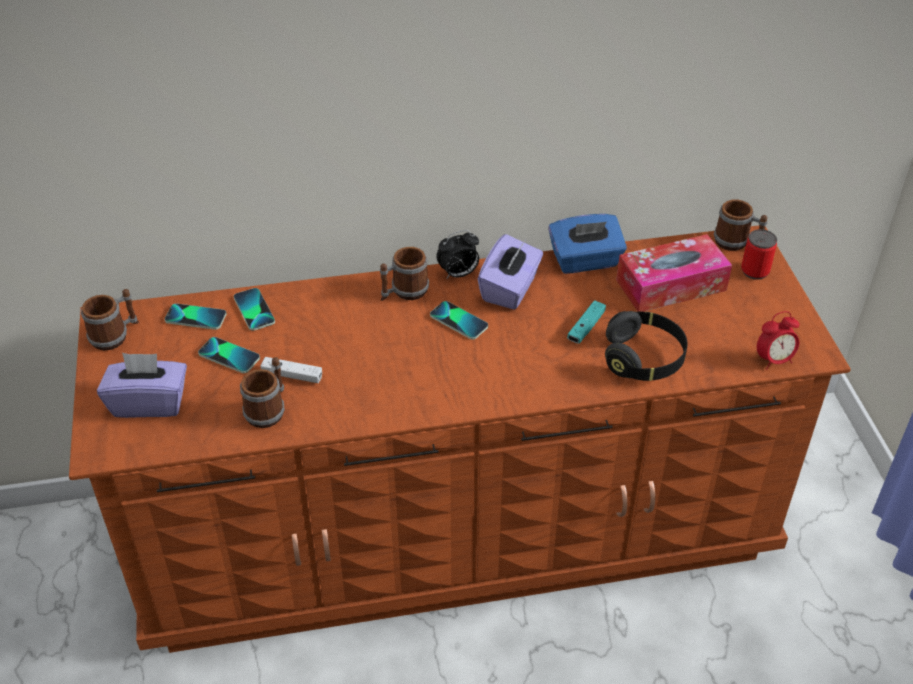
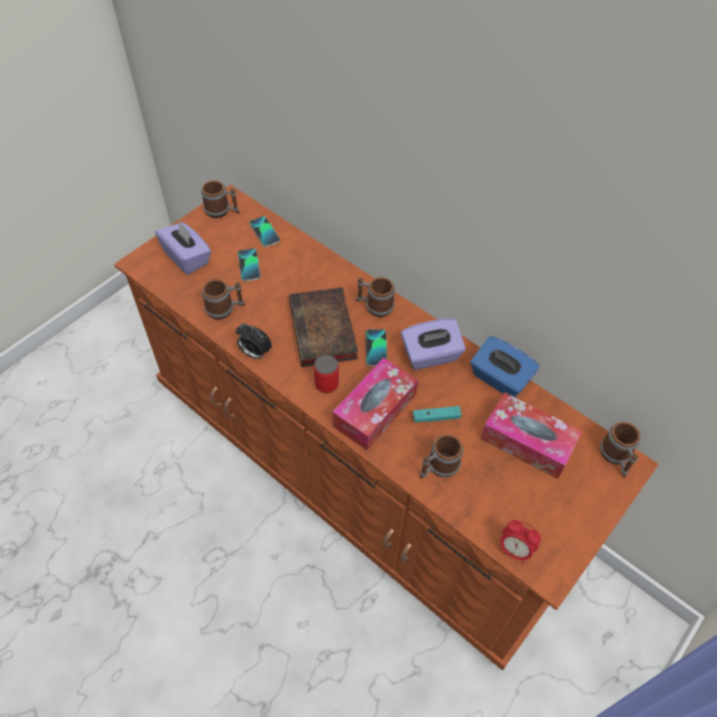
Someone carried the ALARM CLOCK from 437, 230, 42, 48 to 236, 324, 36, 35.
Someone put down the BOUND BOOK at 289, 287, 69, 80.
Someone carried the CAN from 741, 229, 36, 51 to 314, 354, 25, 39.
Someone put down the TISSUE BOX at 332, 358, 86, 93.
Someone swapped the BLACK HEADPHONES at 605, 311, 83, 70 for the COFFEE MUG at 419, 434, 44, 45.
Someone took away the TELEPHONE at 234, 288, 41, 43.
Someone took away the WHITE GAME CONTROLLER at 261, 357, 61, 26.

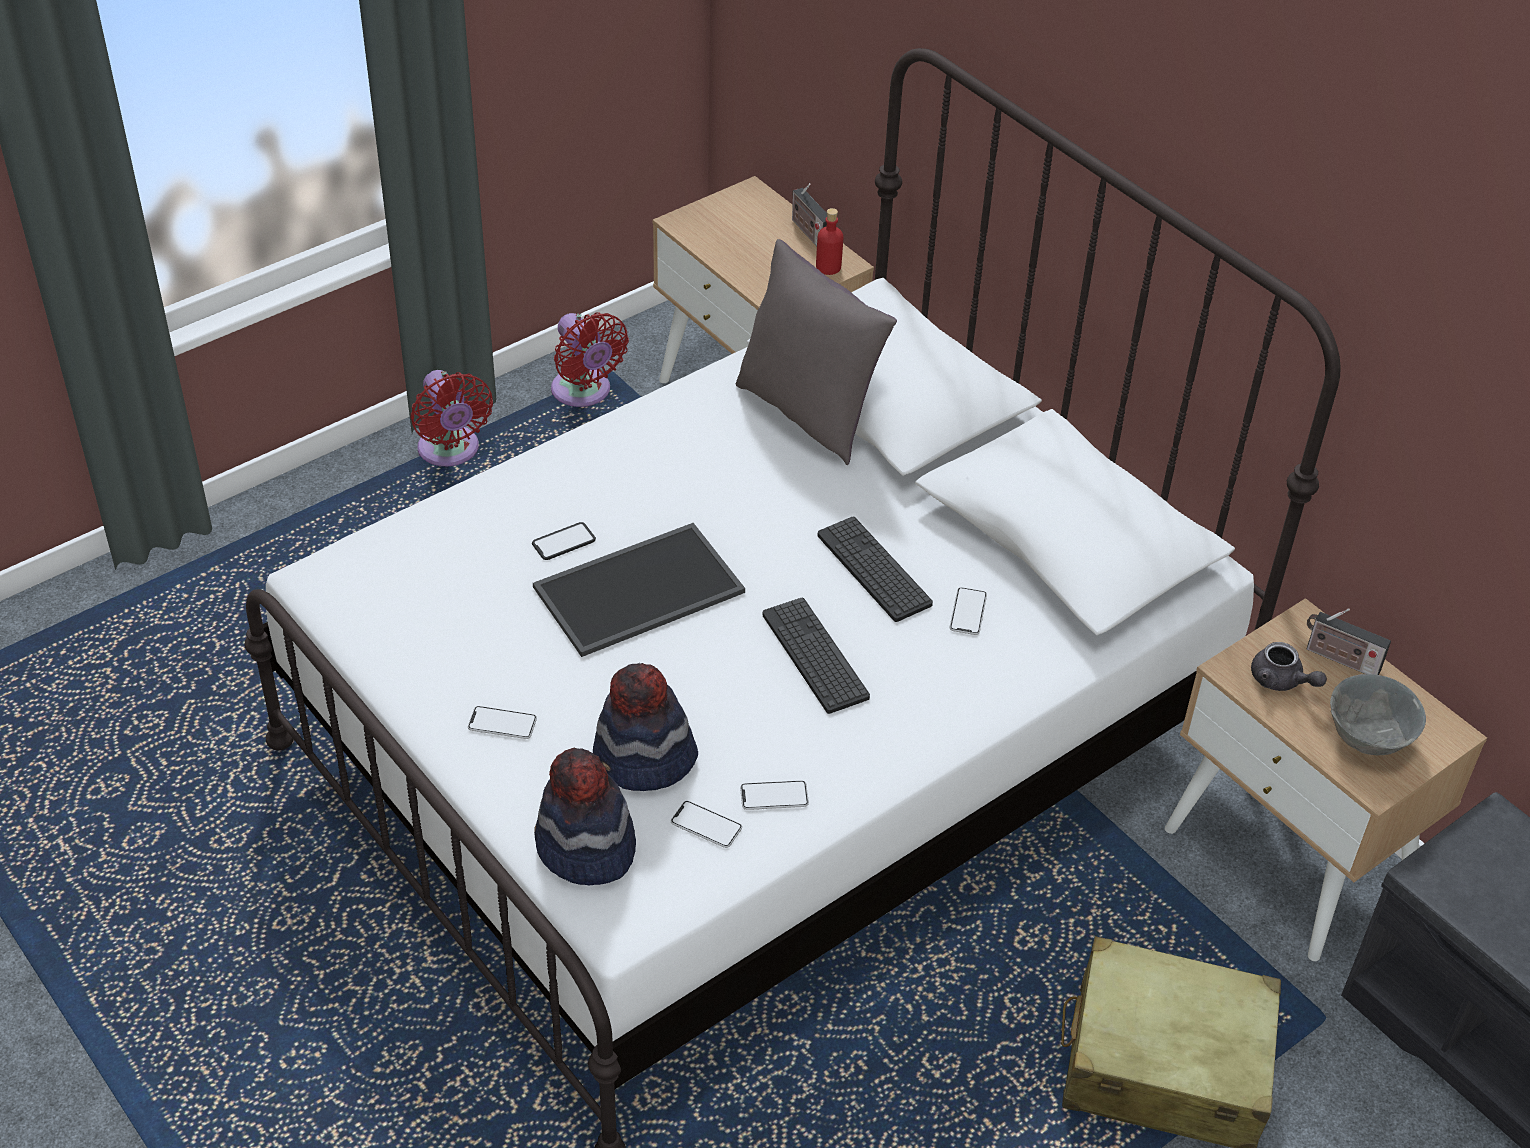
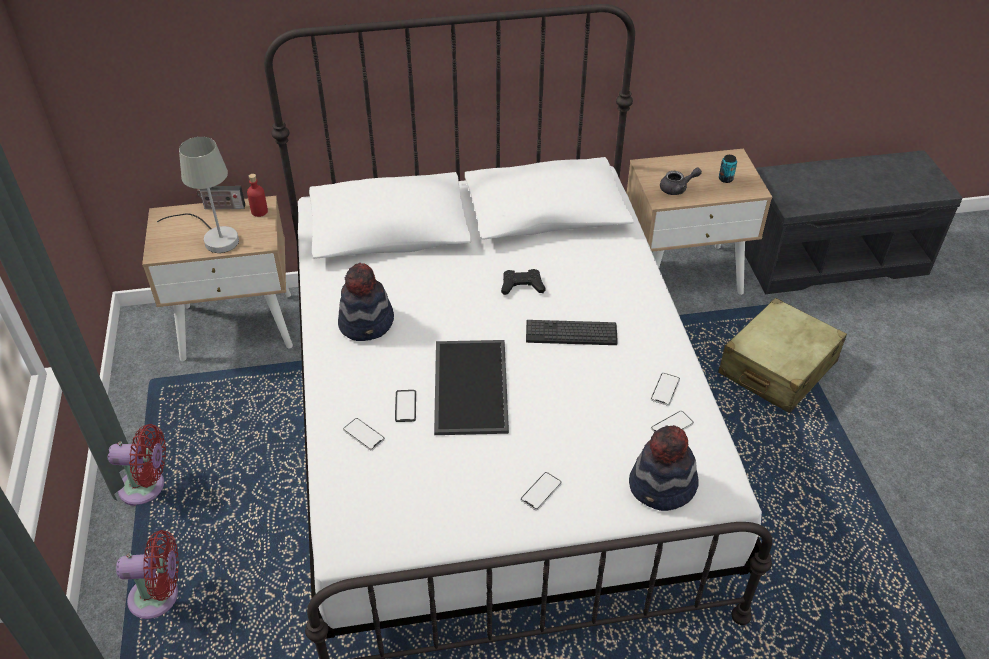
Someone carried the REDDISH ELECTRIC FAN from 551, 312, 78, 95 to 116, 530, 63, 89.
Someone put down the GRAY LAMP FOR A TABLE at 157, 137, 82, 116.
Someone carried the HAT from 593, 663, 105, 128 to 338, 263, 56, 78.
Someone carried the TELEPHONE from 950, 587, 37, 48 to 343, 418, 42, 32.
Someone swapped the COMPUTER KEYBOARD at 817, 517, 116, 105 for the BLACK GAME CONTROLLER at 501, 269, 44, 26.
Someone swapped the GRAY SERVING BOWL at 1330, 674, 96, 81 for the CAN at 719, 155, 18, 28.
Someone took away the GRAY CUSHION at 736, 239, 161, 226.
Someone took away the RADIO SET at 1307, 608, 84, 67.

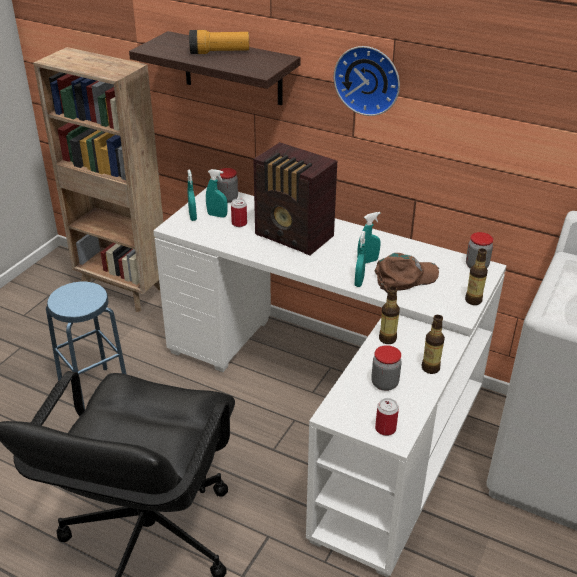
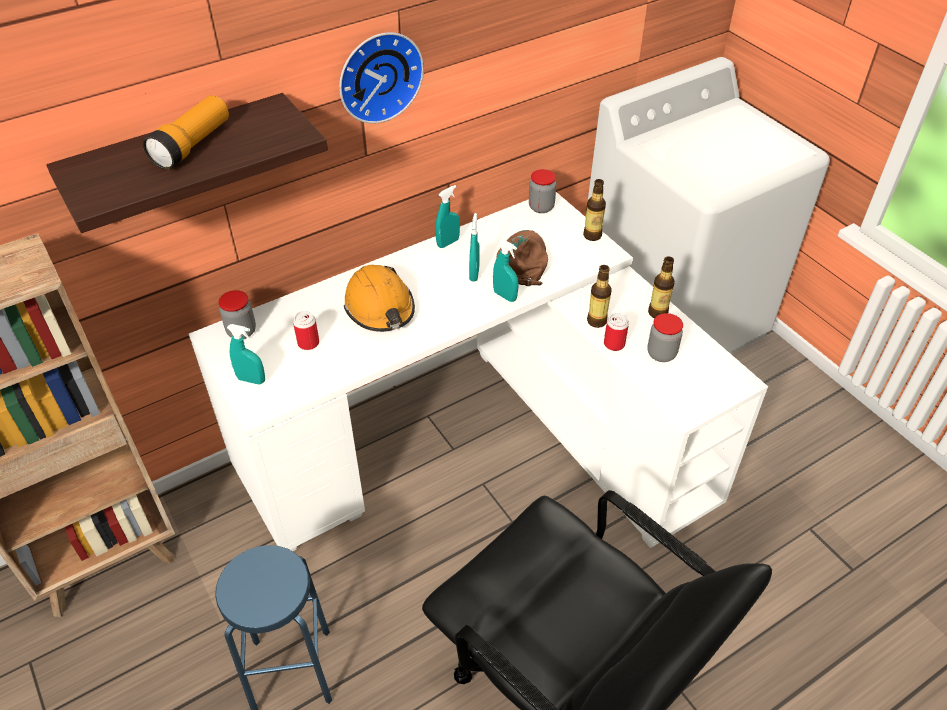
Someone swapped the RADIO SET at 253, 142, 84, 113 for the ORANGEY WORK HELMET at 344, 265, 71, 67.
Someone carried the TURQUOISE HAND SPRAYER from 206, 169, 21, 49 to 435, 185, 25, 63.
Someone carried the CAN from 375, 398, 24, 38 to 604, 313, 25, 38.

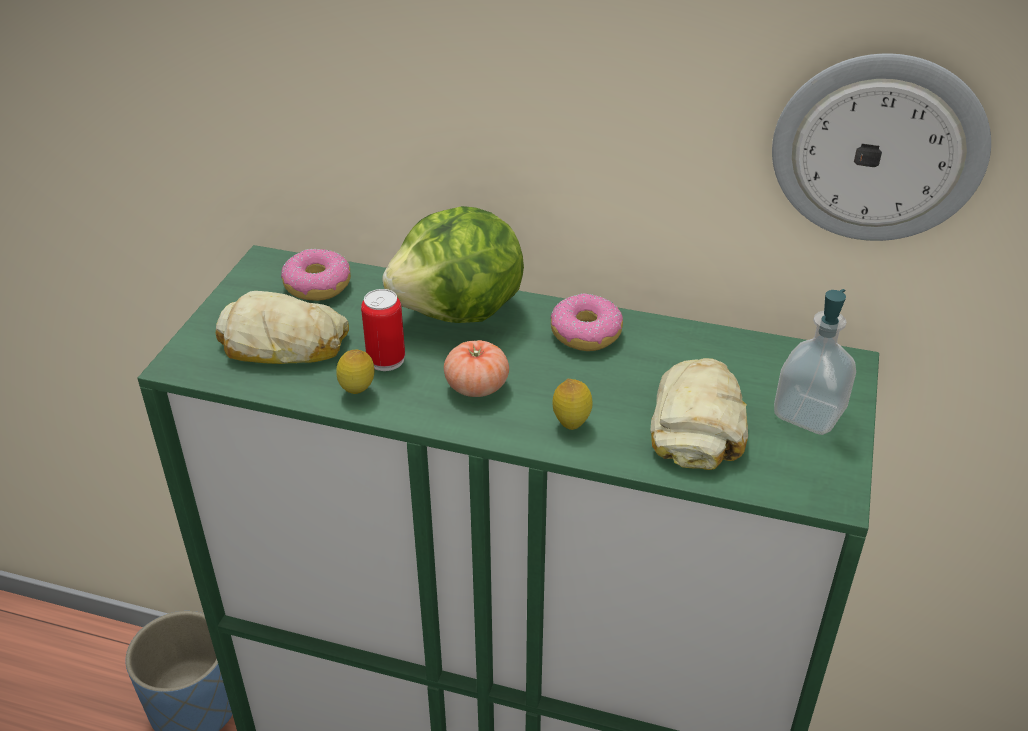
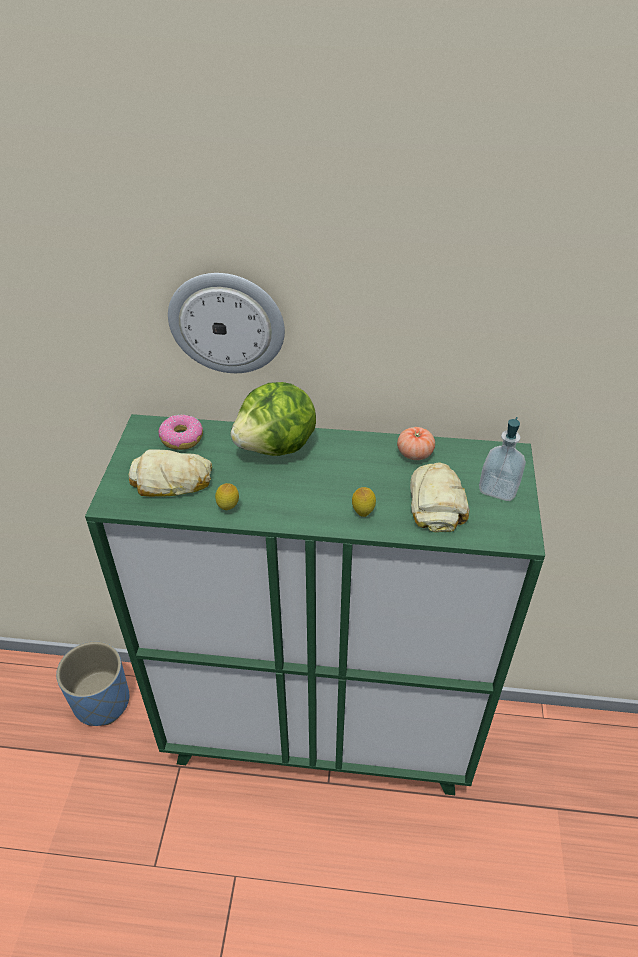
Someone carried the HANGING CLOCK from 772, 53, 219, 188 to 168, 273, 117, 100.
Someone carried the WHOLE TOMATO from 444, 340, 65, 57 to 397, 427, 38, 33.
Someone took away the CAN at 361, 289, 44, 82.
Someone took away the DONUT at 551, 293, 72, 58.

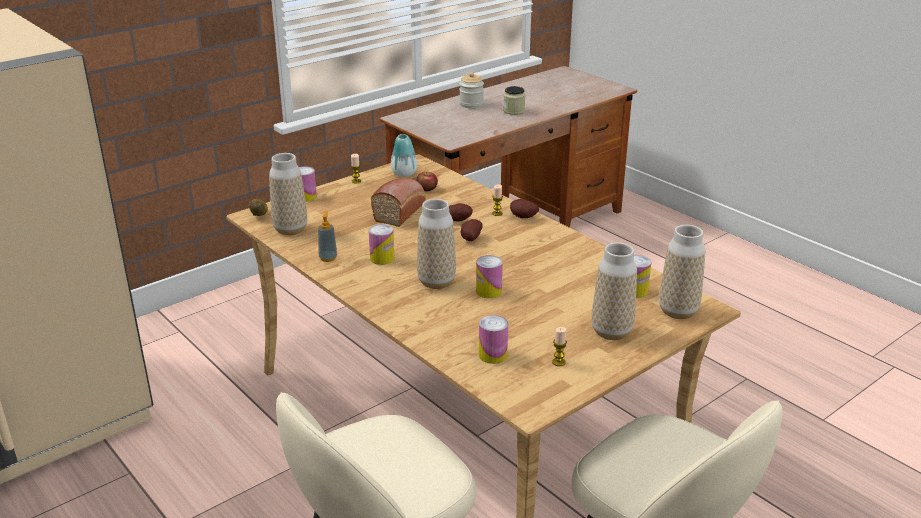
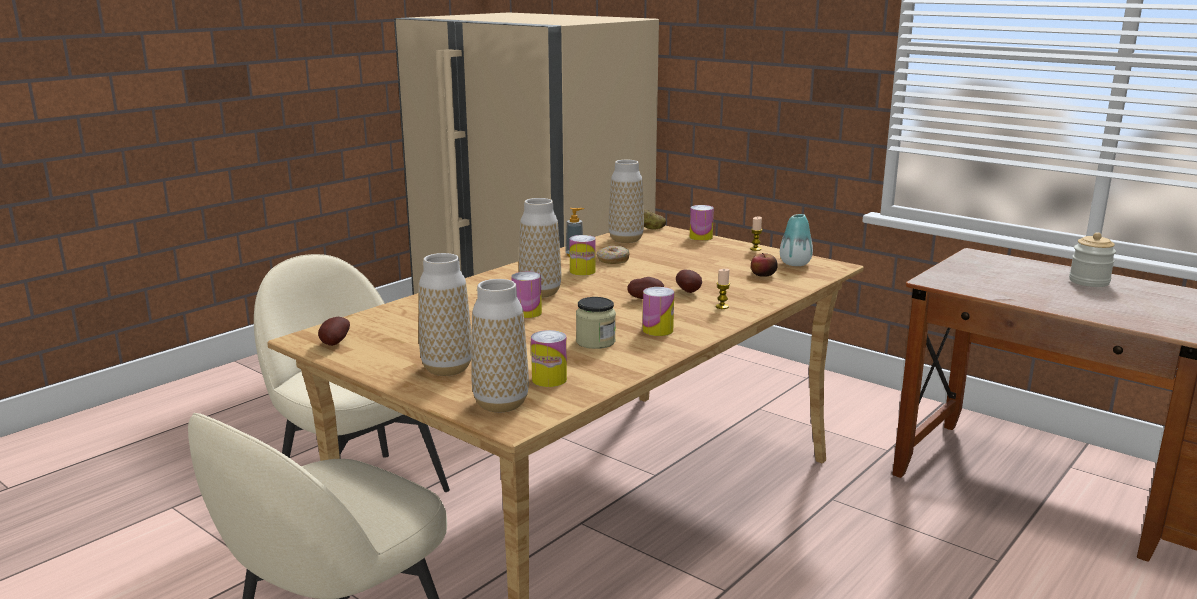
Someone carried the SPUD from 510, 199, 29, 19 to 318, 317, 32, 29.
Someone carried the STORAGE JAR from 503, 86, 22, 29 to 576, 297, 40, 52.
Someone put down the DONUT at 597, 246, 33, 18.
Someone carried the CAN from 479, 315, 29, 49 to 643, 287, 31, 49.
Someone took away the BAKED BREAD at 371, 178, 55, 49.
Someone took away the WAX CANDLE at 552, 327, 15, 39.

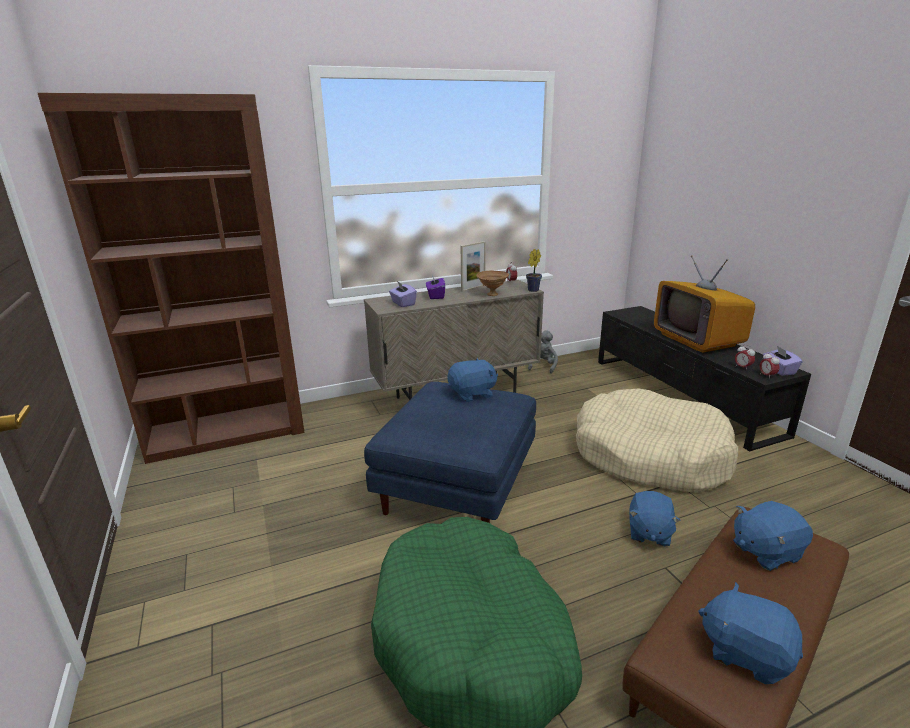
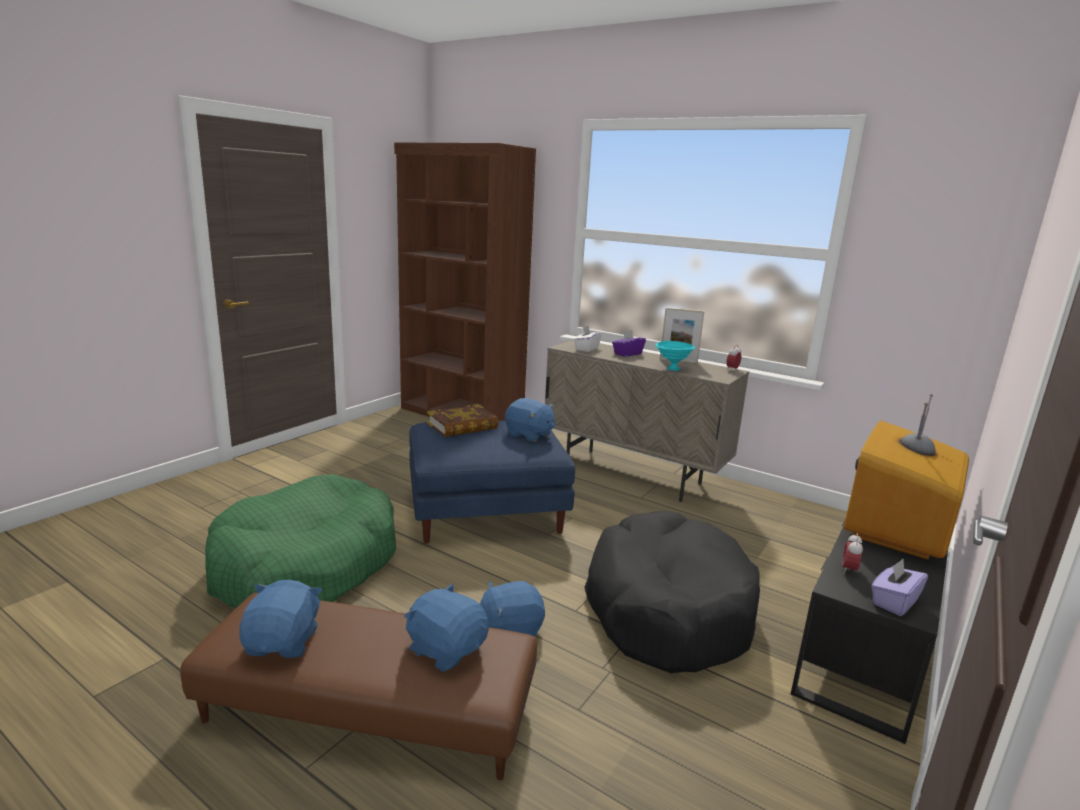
Someone put down the BOUND BOOK at 427, 404, 71, 33.
Someone repainted the PURPLE TISSUE BOX at 389, 281, 28, 26, which became the WHITE TISSUE BOX at 574, 325, 28, 27.
Someone repainted the BEIGE-COLOURED PET BED at 576, 388, 162, 105, which became the BLACK PET BED at 584, 511, 176, 162.
Someone repainted the BROWN SERVING BOWL at 476, 271, 33, 25, which became the TURQUOISE SERVING BOWL at 655, 341, 40, 30.
Someone took away the POTTED PLANT at 526, 249, 16, 43.
Someone took away the GRAY PLUSH TOY at 528, 330, 30, 44.
Someone took away the ALARM CLOCK at 760, 352, 20, 27.

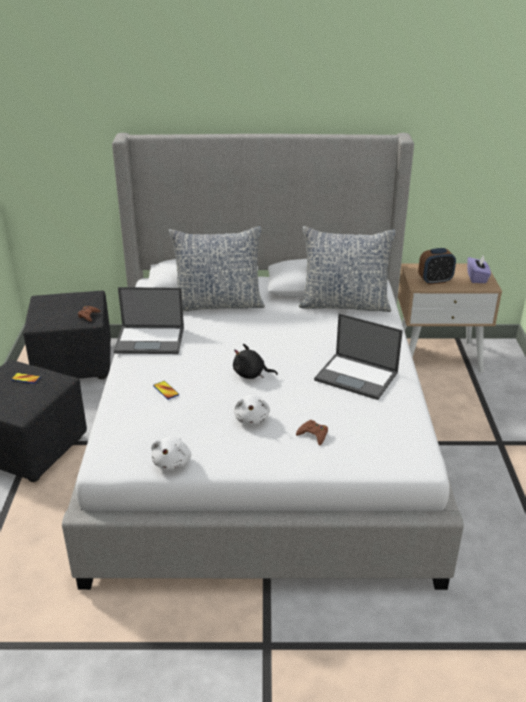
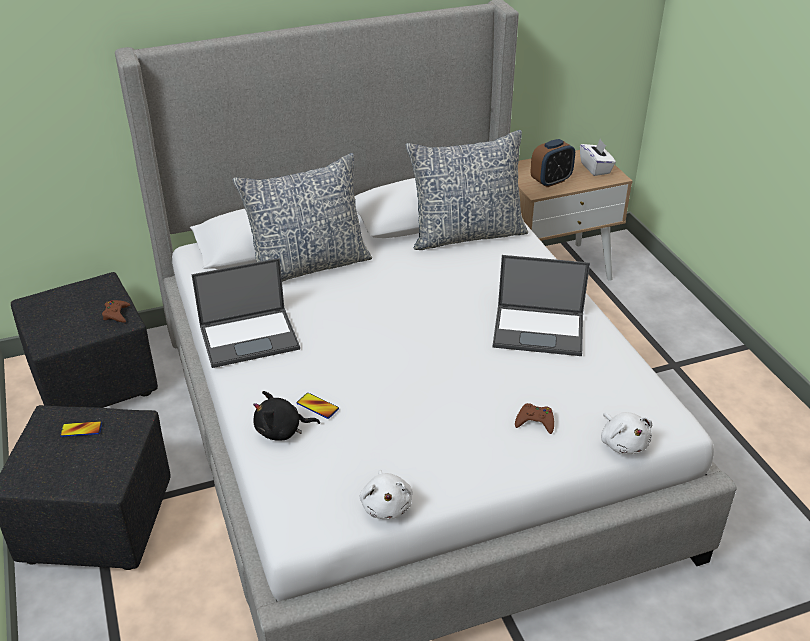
Someone carried the BLACK PLUSH TOY from 233, 344, 45, 35 to 253, 391, 67, 50.
Someone repainted the PURPLE TISSUE BOX at 467, 256, 24, 27, which became the WHITE TISSUE BOX at 580, 139, 36, 37.
Someone carried the WHITE PLUSH TOY from 234, 394, 36, 31 to 601, 412, 51, 42.

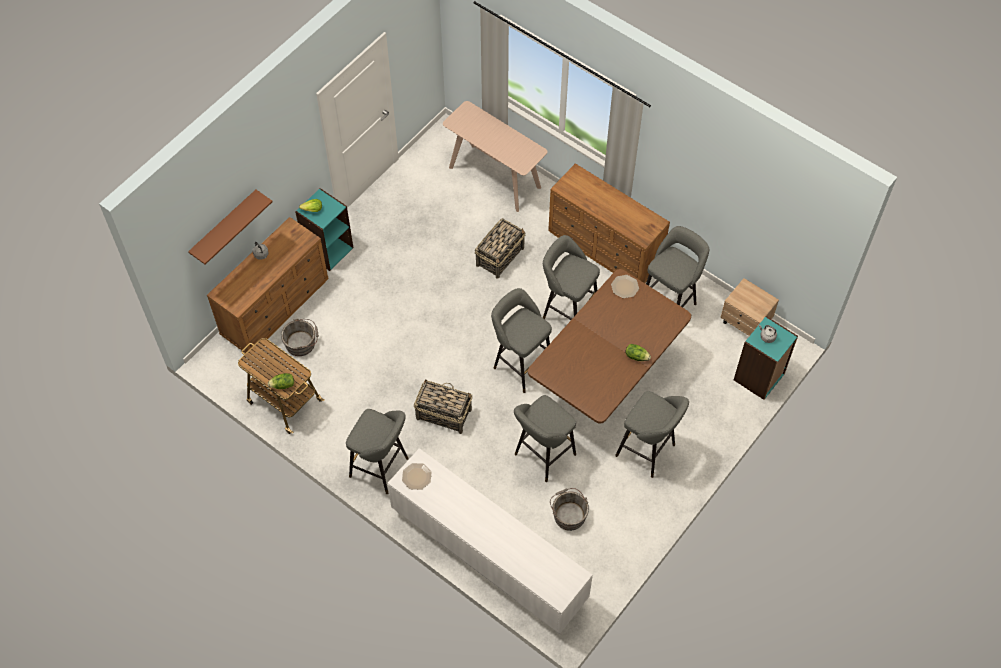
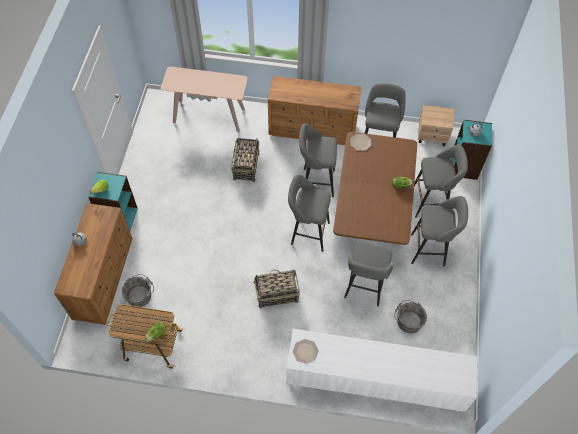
Someone carried the GRAY SITTING STOOL from 346, 409, 63, 85 to 414, 145, 54, 73.
Someone took away the BROWN BRACKET SHELF at 188, 190, 85, 75.

